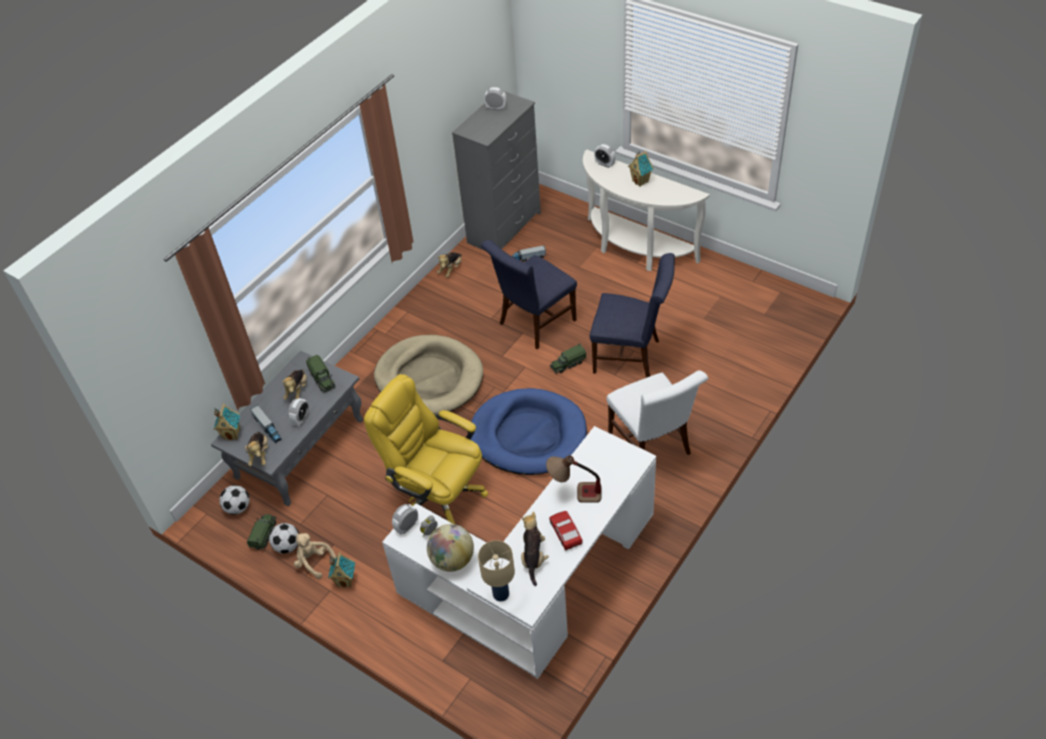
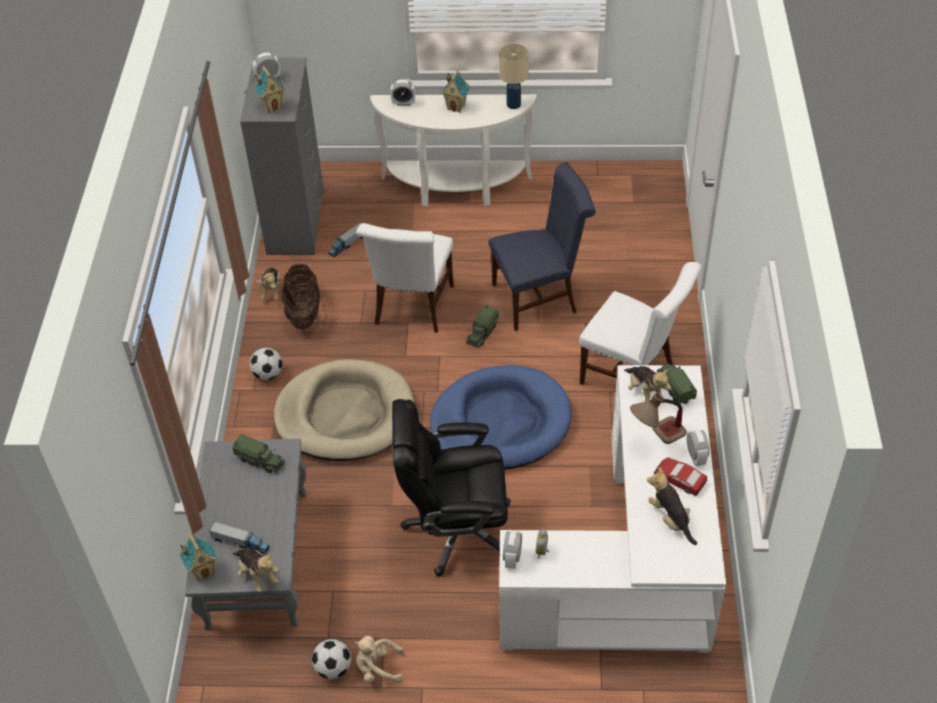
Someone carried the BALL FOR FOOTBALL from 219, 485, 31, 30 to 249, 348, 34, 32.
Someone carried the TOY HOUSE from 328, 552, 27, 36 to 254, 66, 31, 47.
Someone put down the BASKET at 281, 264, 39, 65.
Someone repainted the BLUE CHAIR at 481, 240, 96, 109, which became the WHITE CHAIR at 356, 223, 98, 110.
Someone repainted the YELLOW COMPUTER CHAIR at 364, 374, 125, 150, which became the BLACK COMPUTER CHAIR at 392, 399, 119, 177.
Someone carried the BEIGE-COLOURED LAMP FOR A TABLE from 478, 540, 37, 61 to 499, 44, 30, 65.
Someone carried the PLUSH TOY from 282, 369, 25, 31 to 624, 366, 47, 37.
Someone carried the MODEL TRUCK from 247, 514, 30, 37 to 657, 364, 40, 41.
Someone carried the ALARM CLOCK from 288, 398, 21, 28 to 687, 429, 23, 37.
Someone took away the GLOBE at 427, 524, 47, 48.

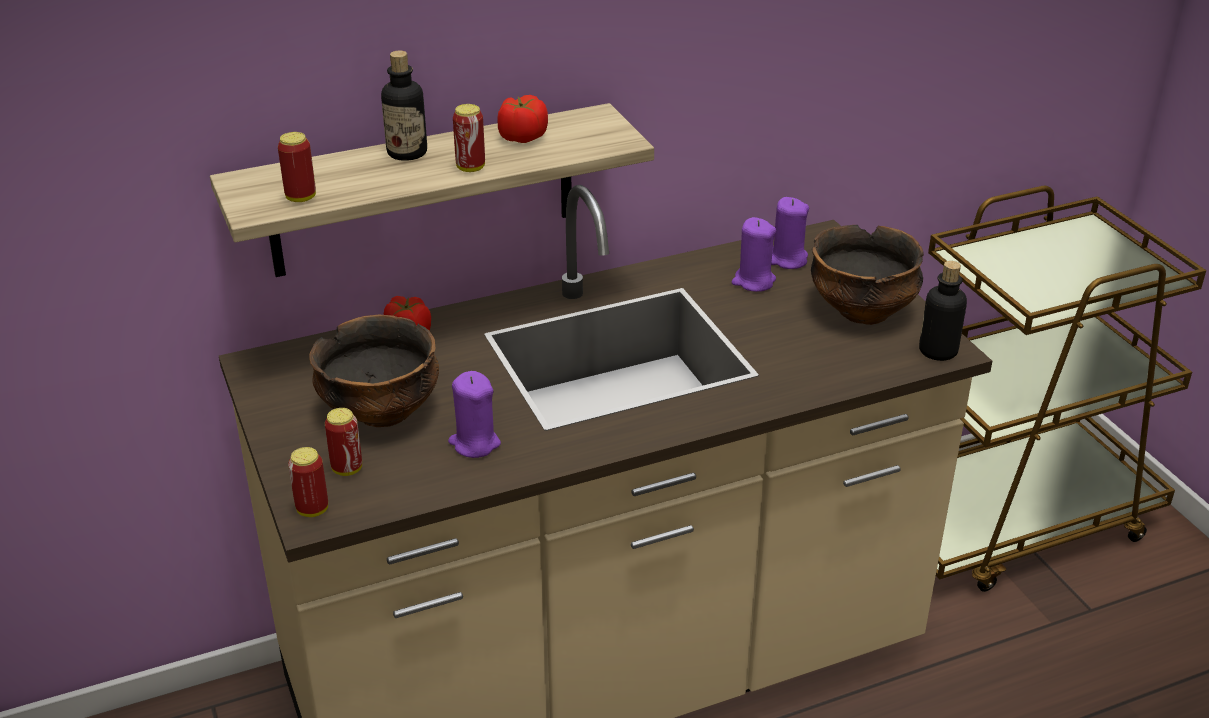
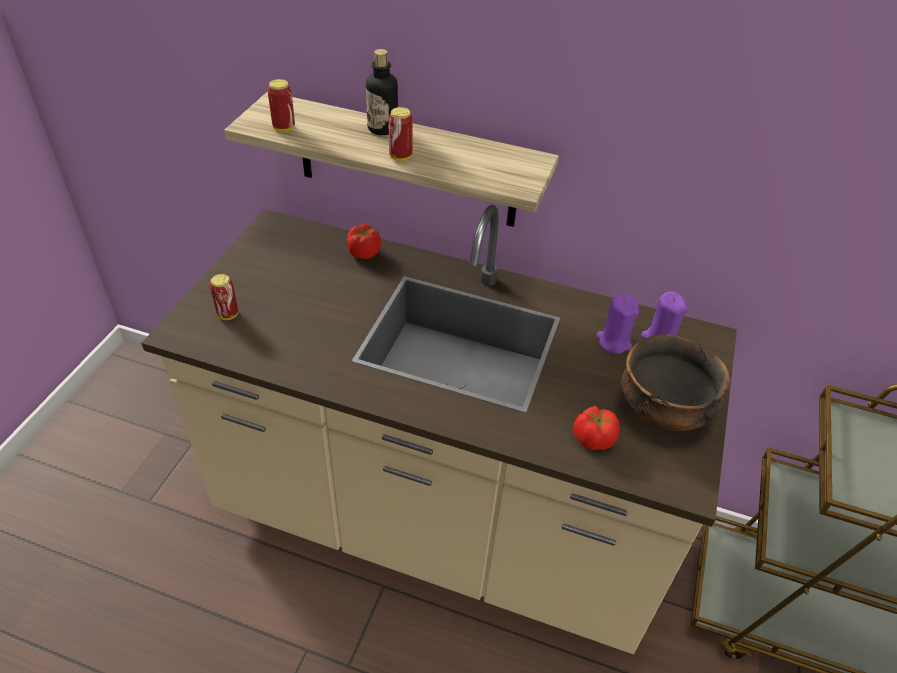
Someone carried the WHOLE TOMATO from 498, 95, 50, 48 to 573, 406, 46, 44.
Someone took away the CAN at 288, 447, 40, 70.
Someone took away the SERVING BOWL at 309, 315, 130, 112.
Someone took away the PURPLE WAX CANDLE at 448, 371, 53, 87.
Someone took away the DRINK BOTTLE at 919, 261, 48, 100.

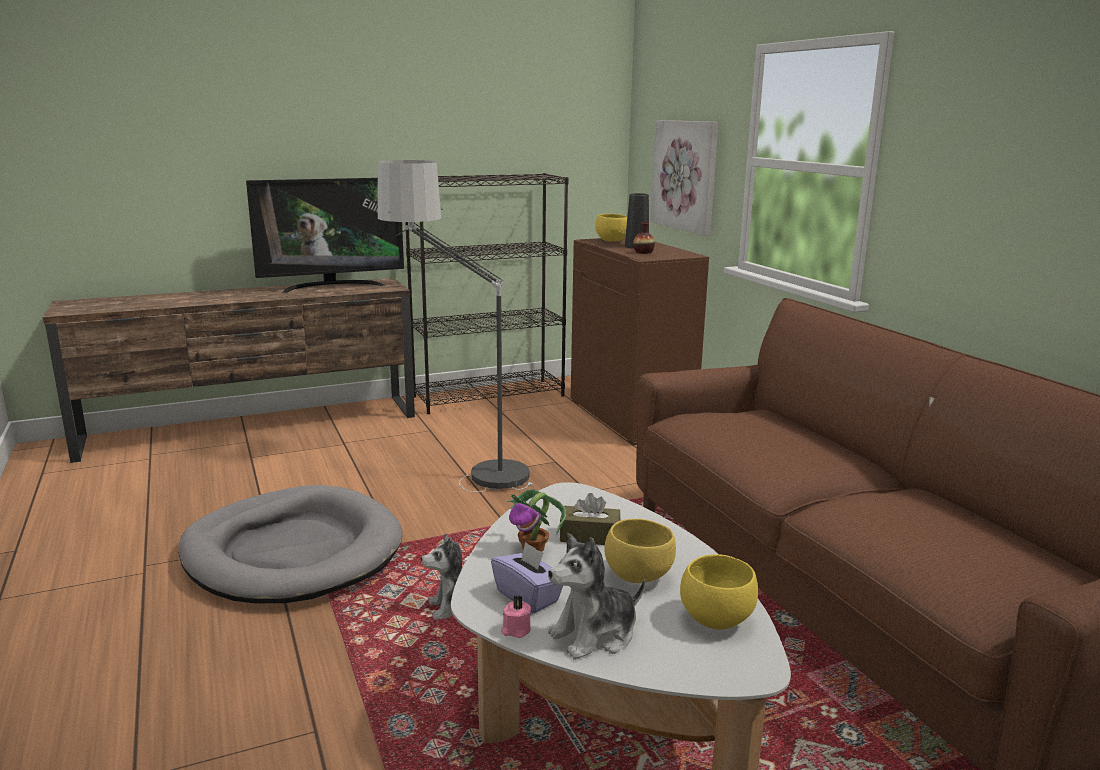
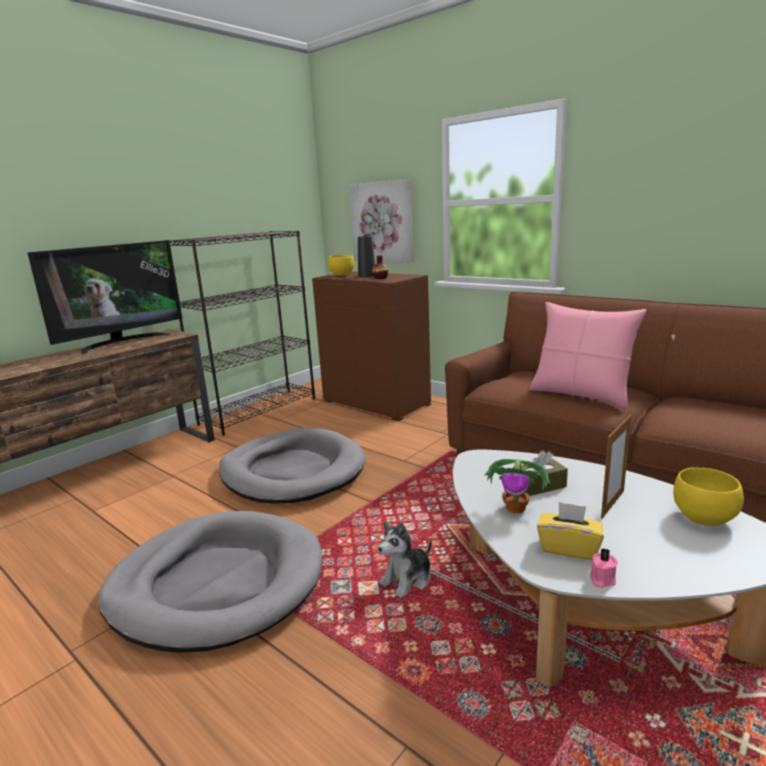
Someone swapped the FLOOR LAMP at 378, 160, 155, 332 for the GRAY PET BED at 219, 428, 147, 76.
Someone put down the PINK-COLOURED CUSHION at 530, 302, 117, 106.
Someone repainted the PURPLE TISSUE BOX at 491, 542, 72, 71, which became the YELLOW TISSUE BOX at 537, 502, 67, 58.
Someone swapped the YELLOW SERVING BOWL at 604, 519, 72, 64 for the PHOTO FRAME at 601, 415, 31, 104.
Someone took away the PLUSH TOY at 548, 533, 97, 127.

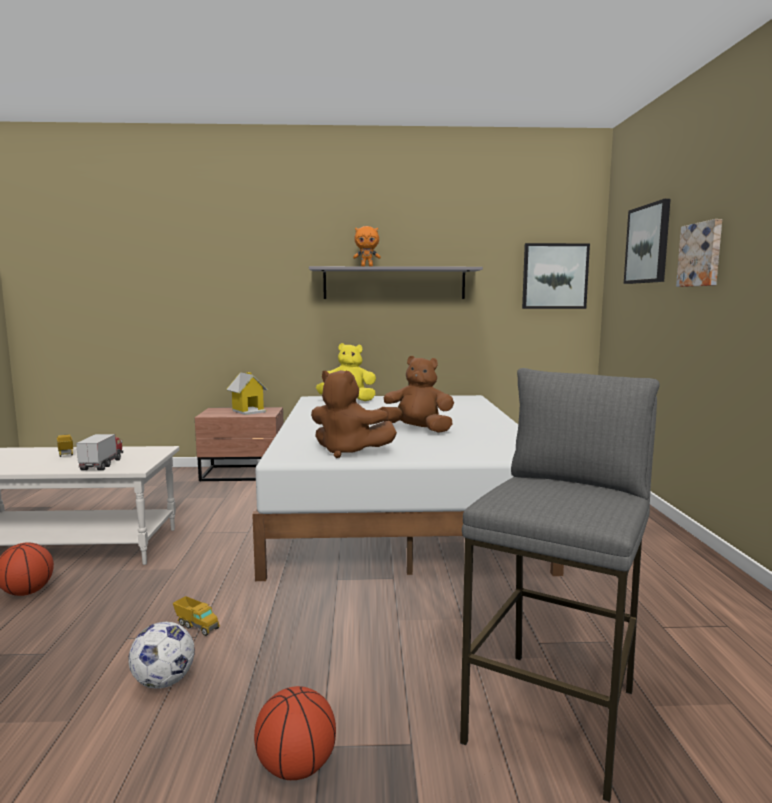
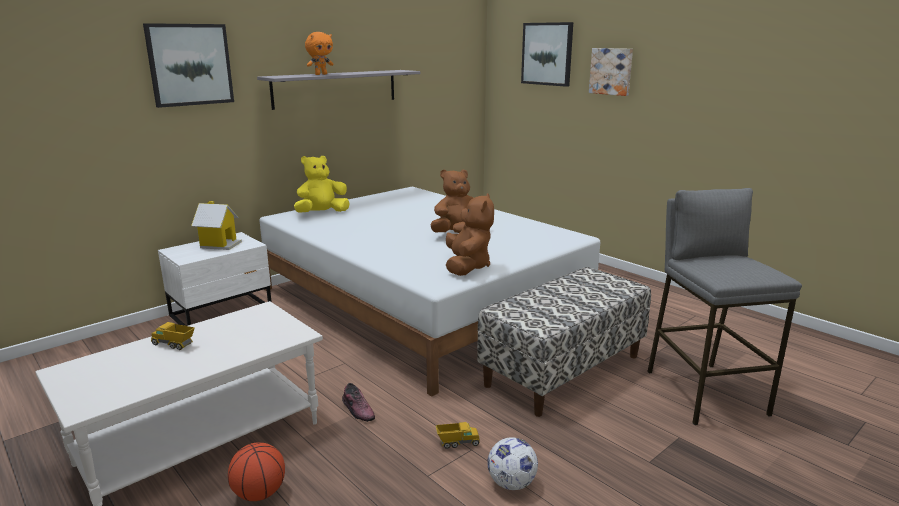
Someone carried the WALL ART from 522, 243, 68, 66 to 143, 23, 91, 85.
Someone repainted the BROWN BEDSIDE TABLE at 195, 407, 89, 74, which became the WHITE BEDSIDE TABLE at 158, 232, 114, 94.
Someone put down the LOW SHOE at 342, 383, 33, 39.
Someone rotated the BROWN PLUSH TOY at 311, 370, 86, 88 by 75 degrees counterclockwise.
Someone put down the LONG SEAT at 477, 267, 174, 150.
Someone took away the MODEL TRUCK at 76, 434, 47, 36.
Someone took away the BASKETBALL at 254, 686, 82, 94.

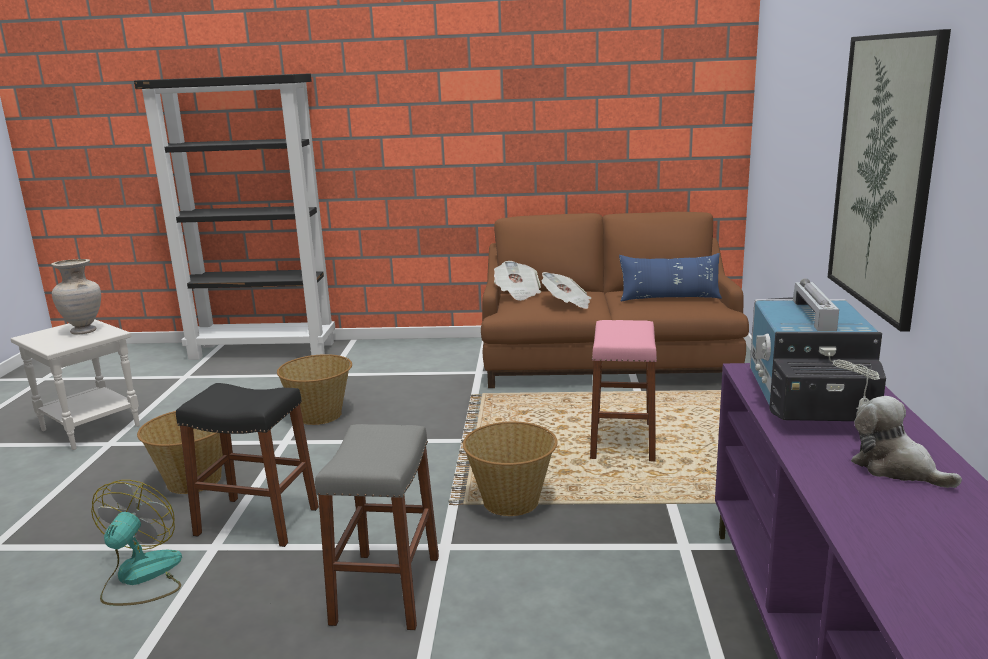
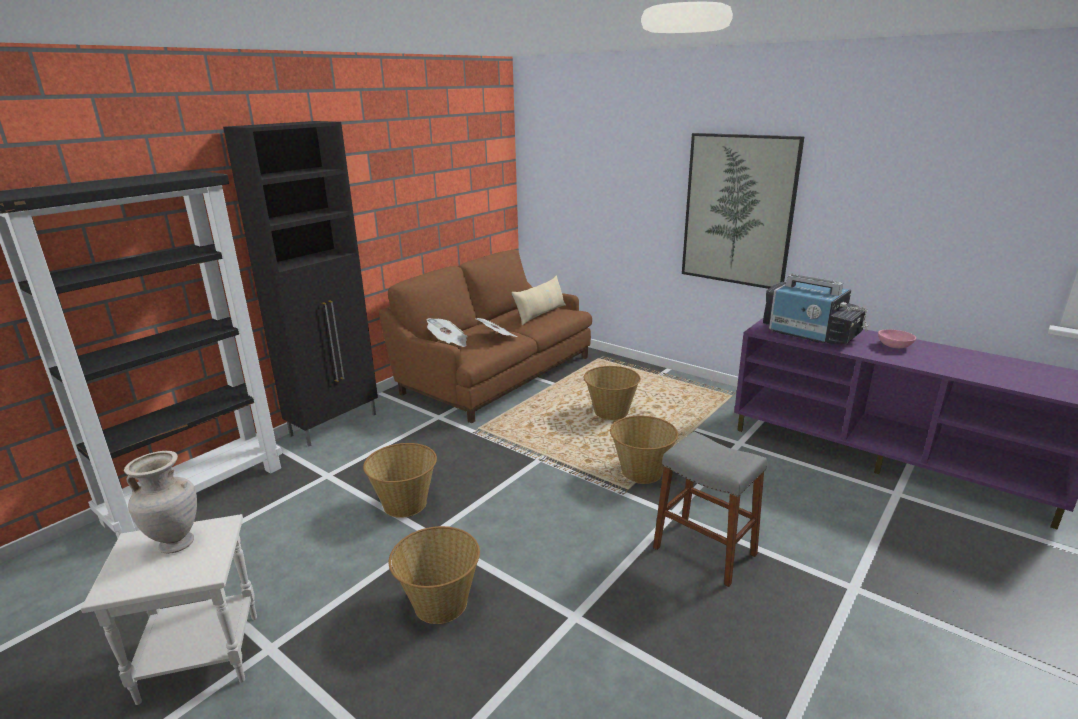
Someone put down the BLACK CUPBOARD at 223, 121, 155, 326.
Someone repainted the BLUE CUSHION at 619, 253, 103, 49, which became the BEIGE-COLOURED CUSHION at 511, 275, 55, 50.
Someone swapped the PINK-COLOURED SITTING STOOL at 590, 320, 67, 141 for the BASKET at 584, 366, 57, 54.
Someone swapped the PLUSH TOY at 851, 396, 111, 92 for the PINK-COLOURED SERVING BOWL at 878, 329, 38, 19.
Someone took away the ELECTRIC FAN at 91, 480, 91, 126.
Someone took away the BLACK SITTING STOOL at 176, 383, 143, 164.

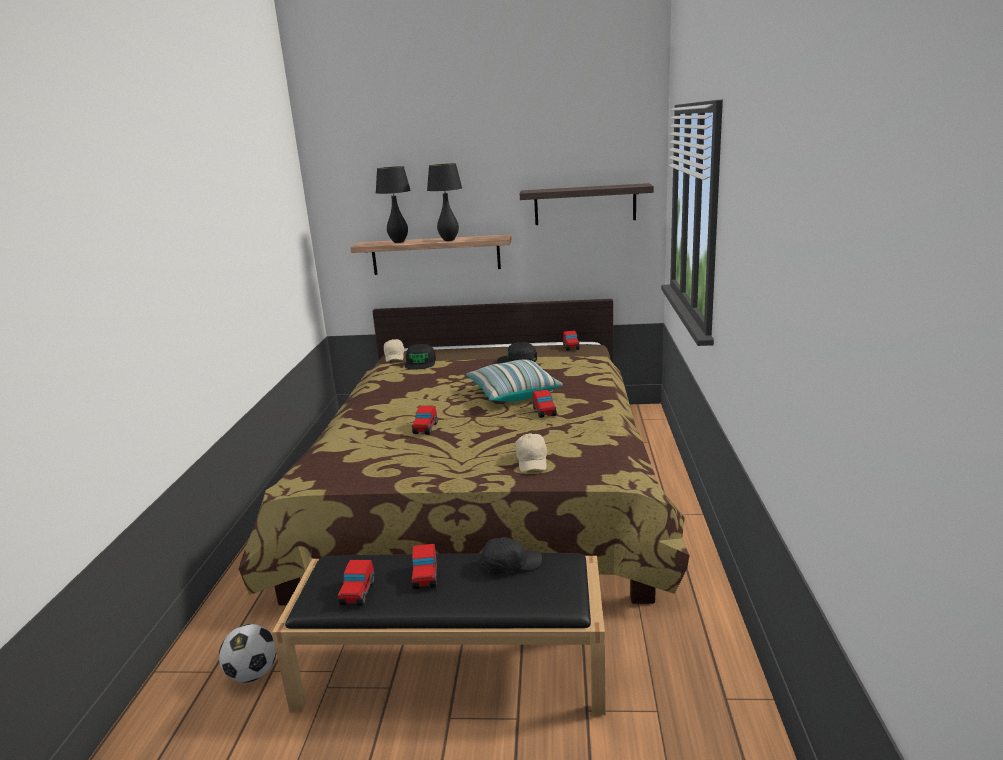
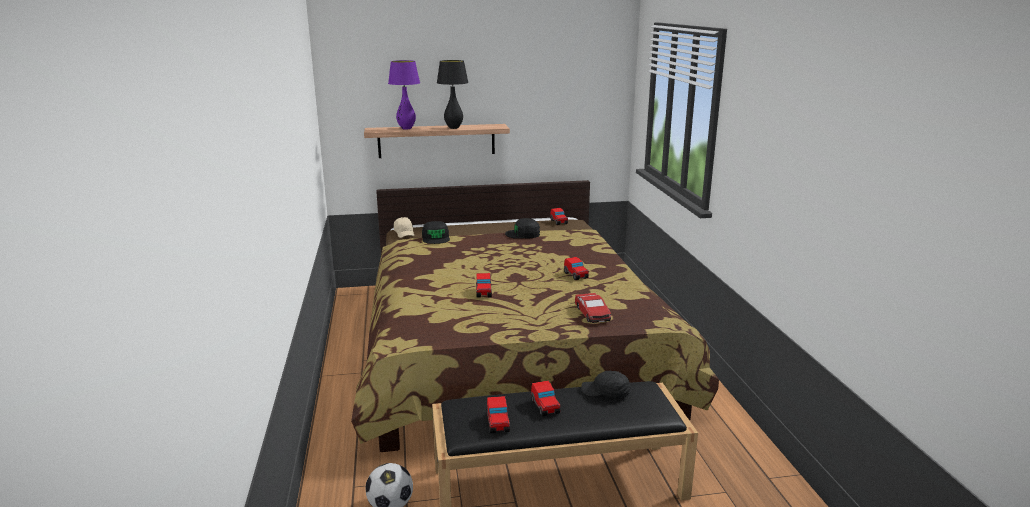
Someone repainted the BLACK LAMP FOR A TABLE at 376, 166, 35, 77, which became the PURPLE LAMP FOR A TABLE at 388, 60, 32, 70.
Someone swapped the BEIGE-COLOURED PEAKED CAP at 516, 433, 31, 39 for the MODEL CAR at 575, 293, 36, 30.
Someone rotated the BLACK PEAKED CAP at 480, 537, 62, 37 by 135 degrees counterclockwise.
Someone took away the CUSHION at 466, 360, 97, 42.
Someone took away the BRACKET SHELF at 520, 183, 134, 42.

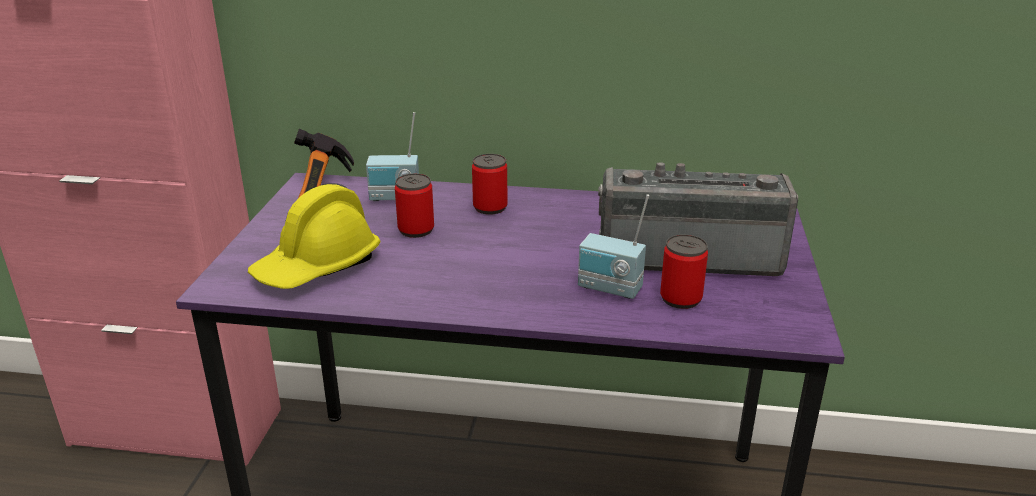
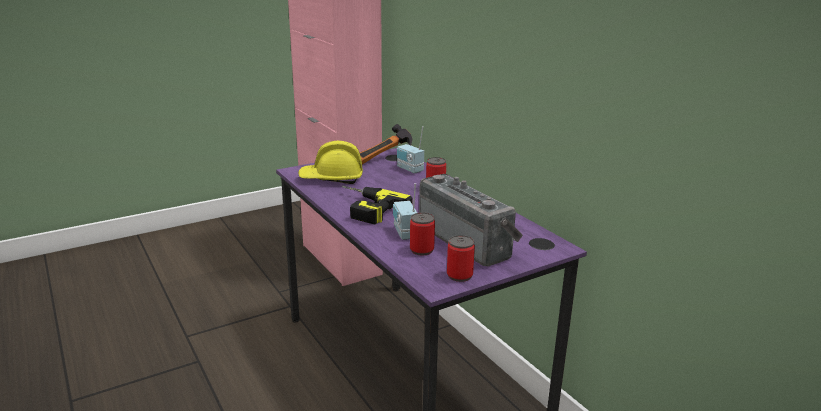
Someone put down the POWER DRILL at 342, 186, 71, 38.
Someone carried the CAN from 395, 173, 39, 65 to 447, 235, 28, 47.

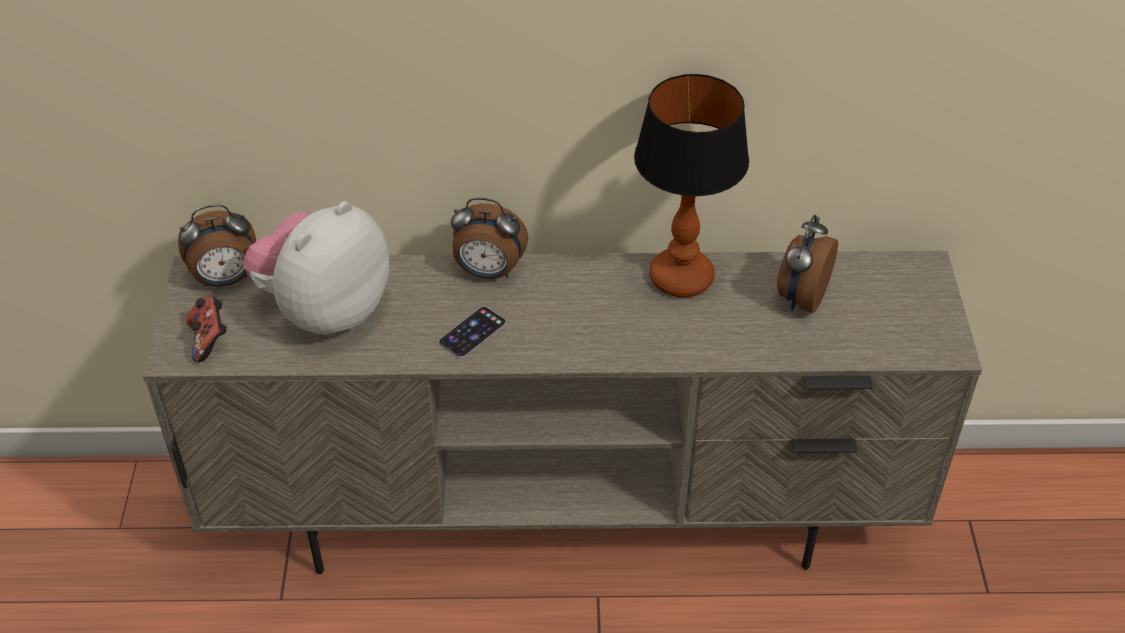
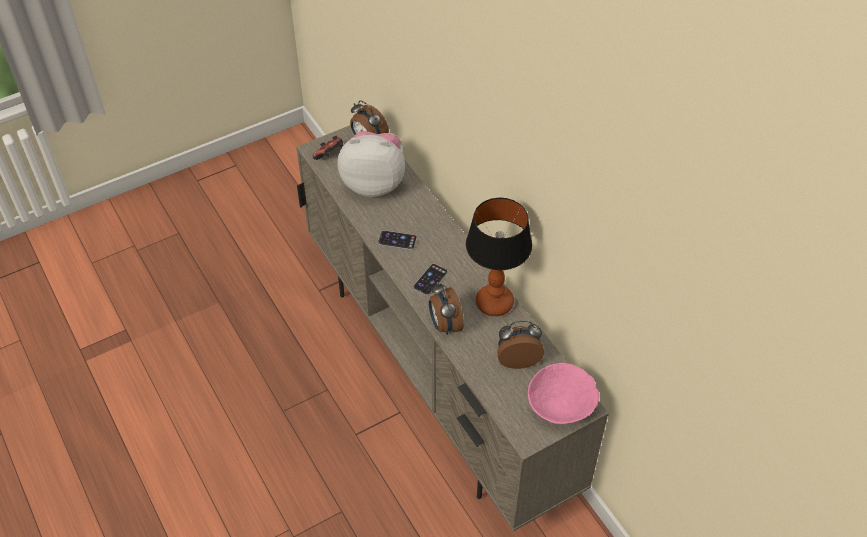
Someone put down the TELEPHONE at 413, 263, 34, 32.
Someone carried the ALARM CLOCK from 451, 198, 77, 81 to 429, 282, 35, 53.
Someone put down the PINK-COLOURED SERVING BOWL at 528, 363, 71, 61.

